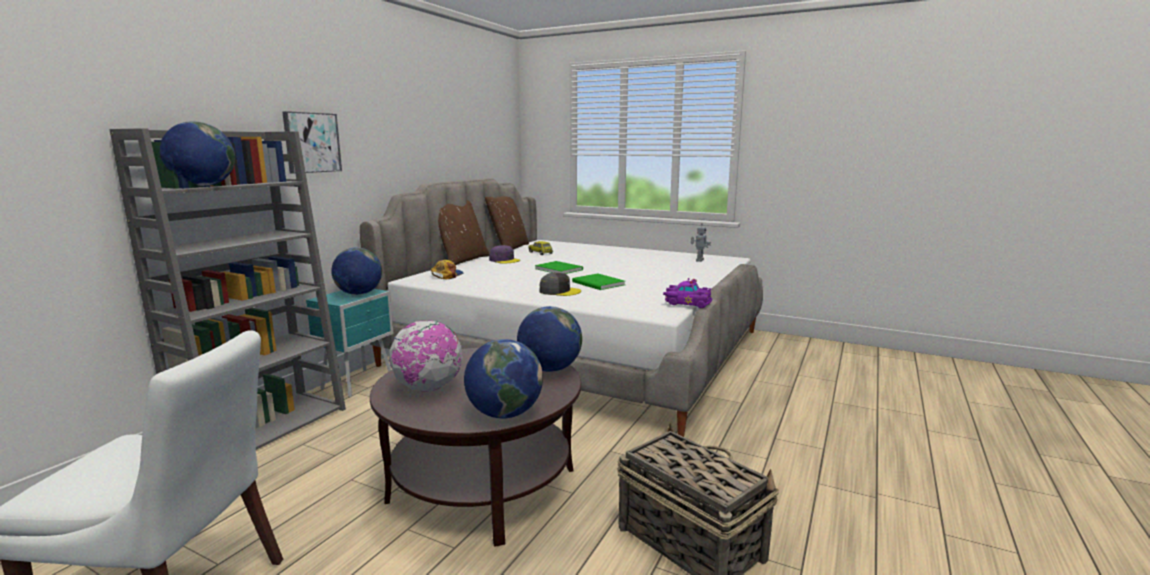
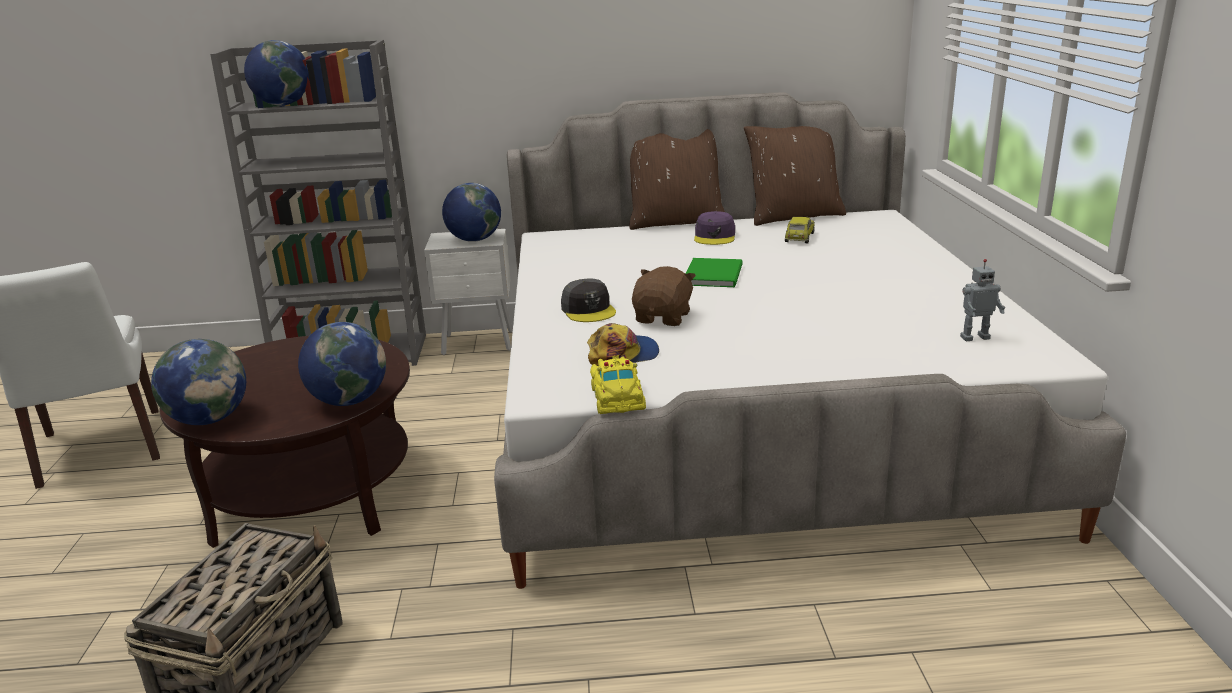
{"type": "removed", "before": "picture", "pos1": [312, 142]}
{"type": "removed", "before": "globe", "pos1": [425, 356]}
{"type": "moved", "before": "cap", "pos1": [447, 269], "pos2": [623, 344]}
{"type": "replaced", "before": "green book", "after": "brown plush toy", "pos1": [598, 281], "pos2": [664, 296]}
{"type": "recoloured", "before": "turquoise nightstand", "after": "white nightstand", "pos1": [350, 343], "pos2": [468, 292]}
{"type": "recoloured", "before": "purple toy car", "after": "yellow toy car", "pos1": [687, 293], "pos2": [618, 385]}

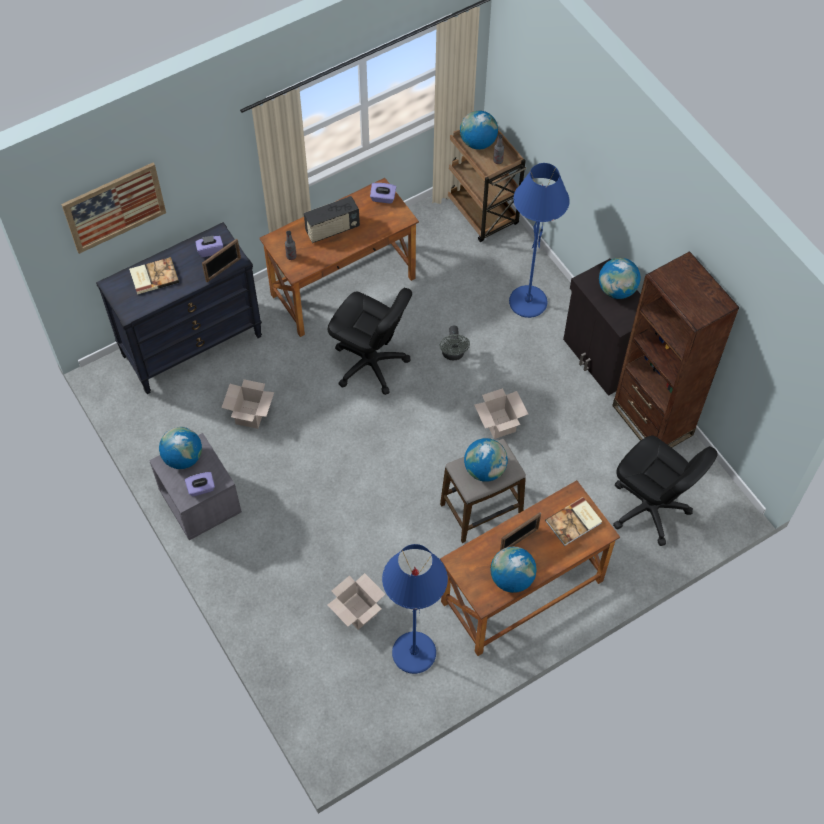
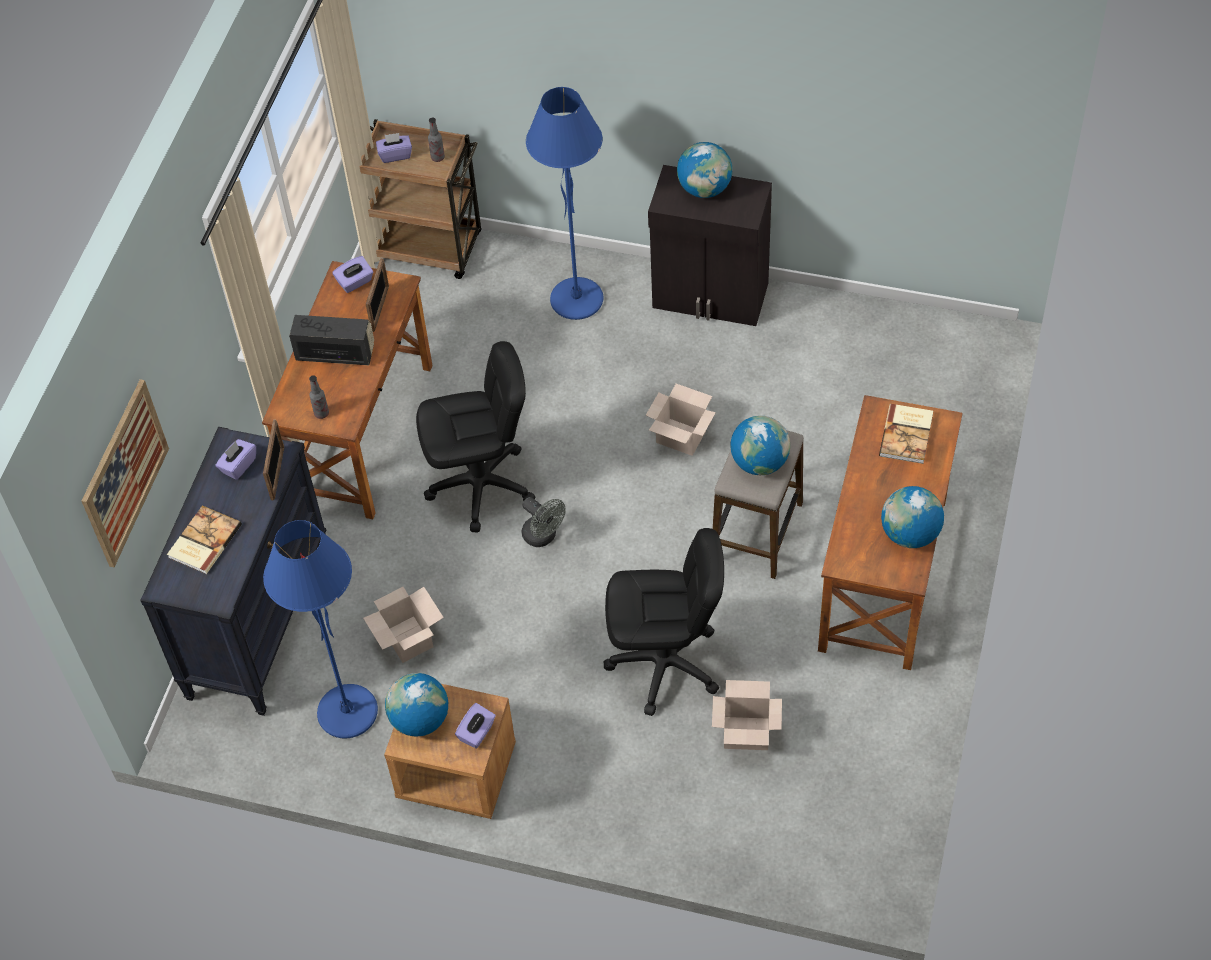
{"type": "removed", "before": "brown bookcase", "pos1": [675, 349]}
{"type": "moved", "before": "blue floor lamp", "pos1": [415, 609], "pos2": [320, 629]}
{"type": "moved", "before": "grey fan", "pos1": [454, 343], "pos2": [543, 522]}
{"type": "moved", "before": "picture frame", "pos1": [520, 531], "pos2": [377, 295]}
{"type": "moved", "before": "black office chair", "pos1": [665, 490], "pos2": [664, 622]}
{"type": "replaced", "before": "globe", "after": "purple tissue box", "pos1": [479, 130], "pos2": [394, 148]}
{"type": "recoloured", "before": "grey nightstand", "after": "brown nightstand", "pos1": [195, 486], "pos2": [450, 751]}
{"type": "turned", "before": "radio", "pos1": [332, 219], "pos2": [331, 340], "turn": -105}

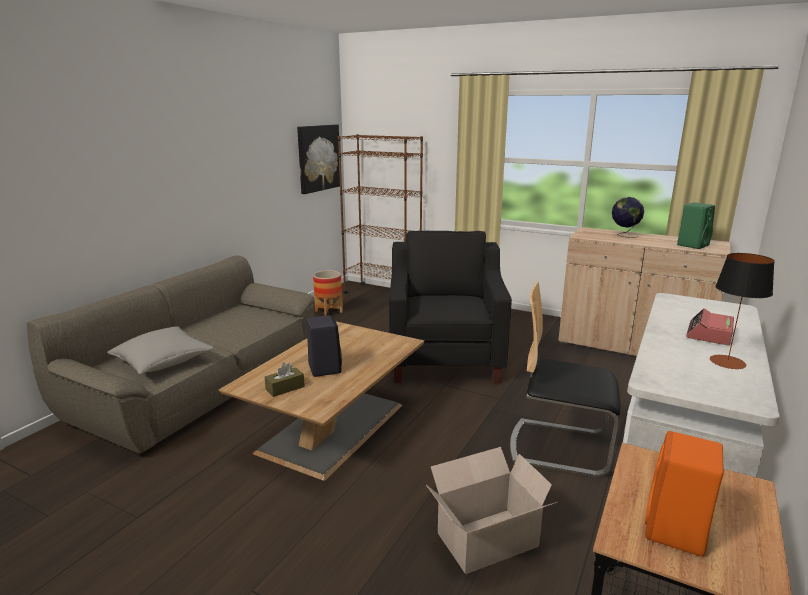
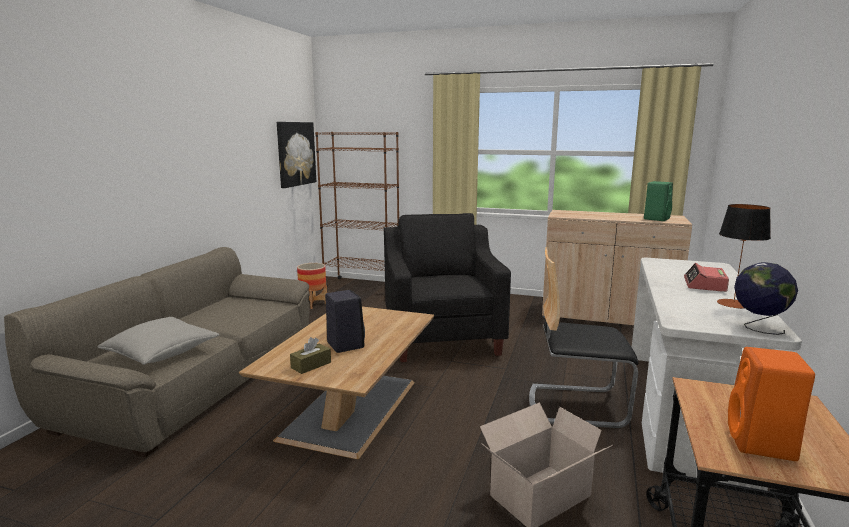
{"type": "moved", "before": "globe", "pos1": [628, 217], "pos2": [766, 298]}

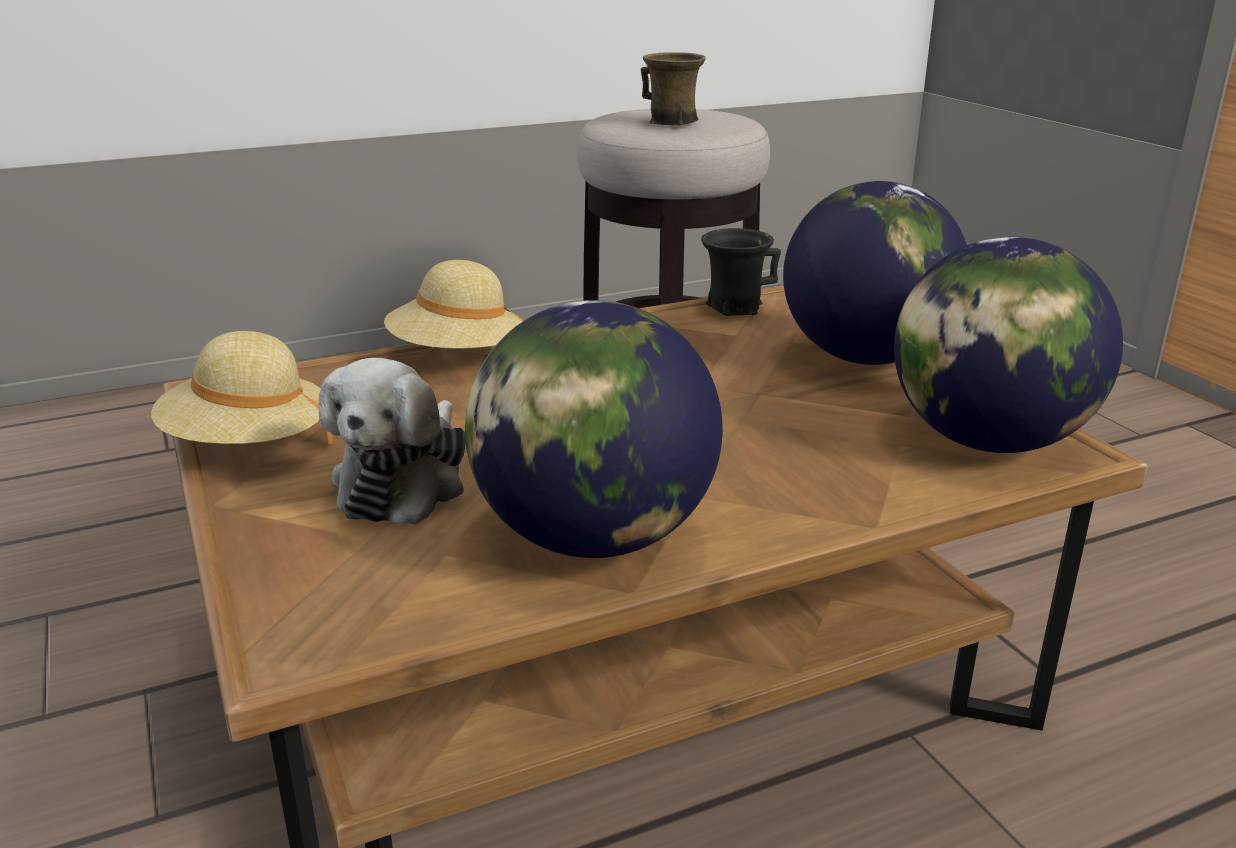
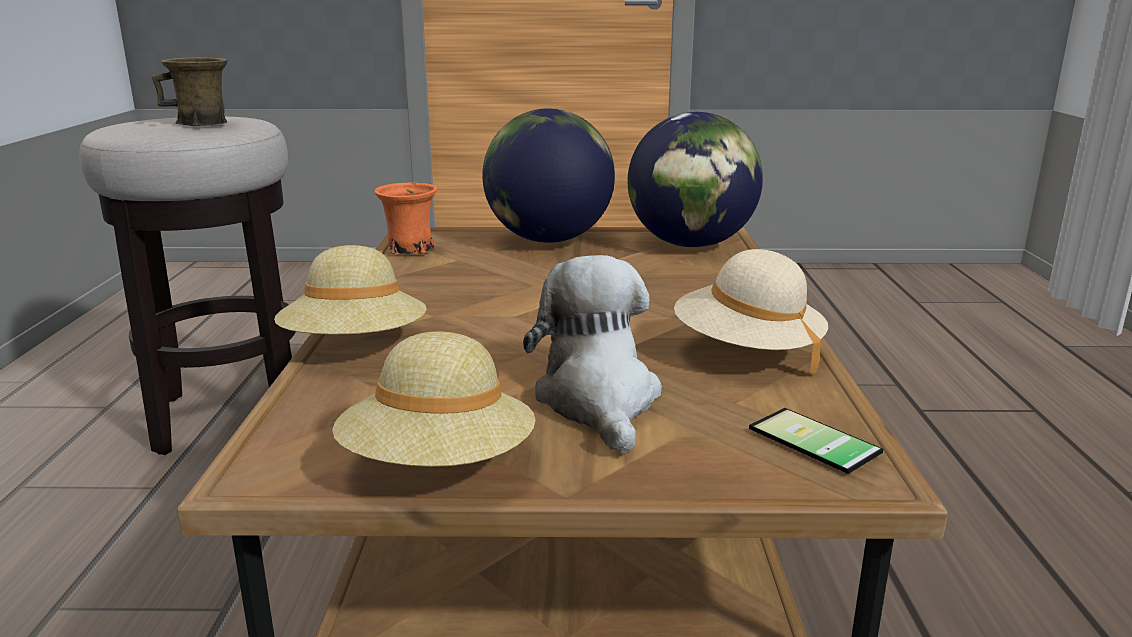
{"type": "added", "after": "phone", "pos2": [816, 441]}
{"type": "replaced", "before": "globe", "after": "beige hat", "pos1": [594, 429], "pos2": [751, 311]}
{"type": "recoloured", "before": "black mug", "after": "orange mug", "pos1": [741, 272], "pos2": [406, 218]}
{"type": "turned", "before": "plush toy", "pos1": [392, 441], "pos2": [592, 354], "turn": -135}

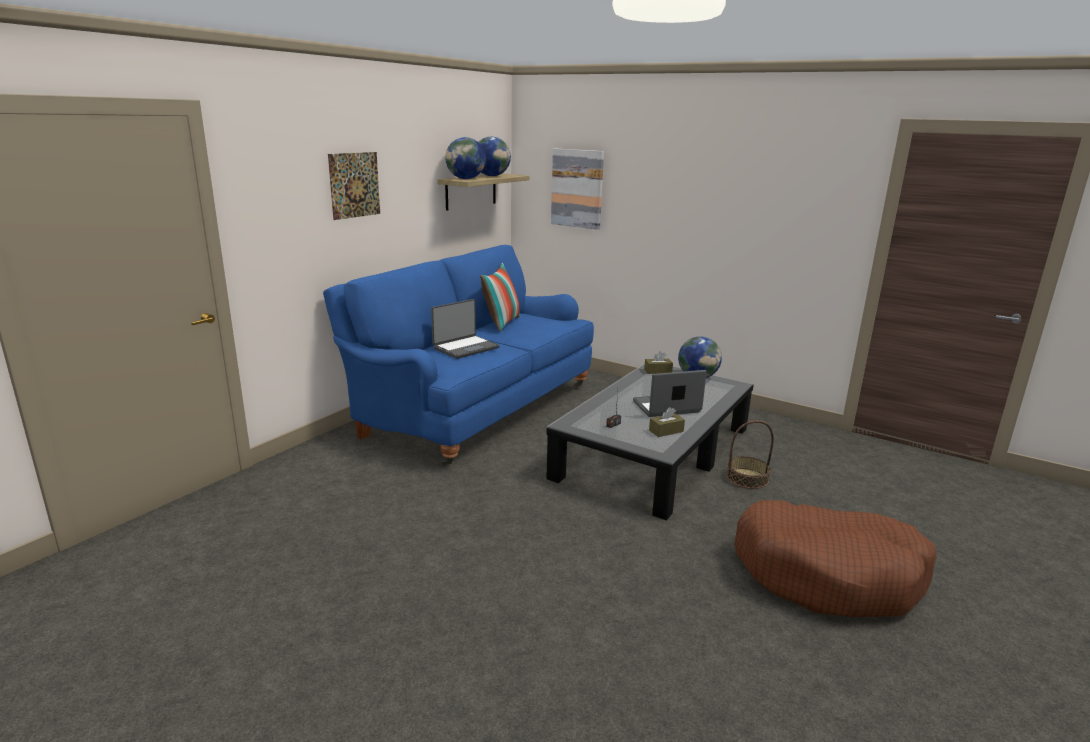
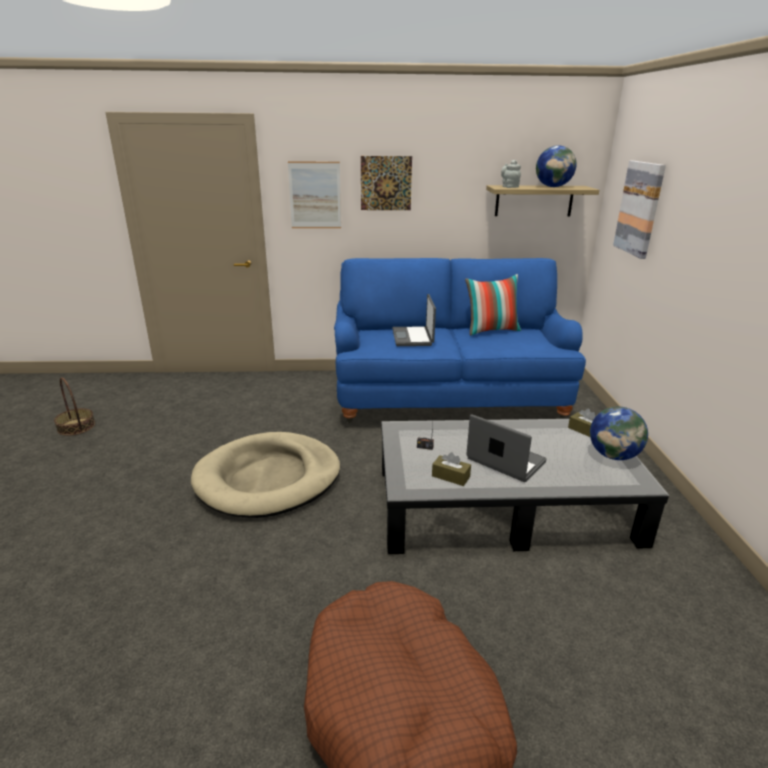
{"type": "added", "after": "beige dog bed", "pos2": [265, 475]}
{"type": "added", "after": "picture", "pos2": [314, 194]}
{"type": "moved", "before": "basket", "pos1": [750, 454], "pos2": [74, 407]}
{"type": "replaced", "before": "globe", "after": "grey teapot", "pos1": [465, 158], "pos2": [511, 174]}
{"type": "turned", "before": "laptop", "pos1": [465, 329], "pos2": [414, 320], "turn": 75}

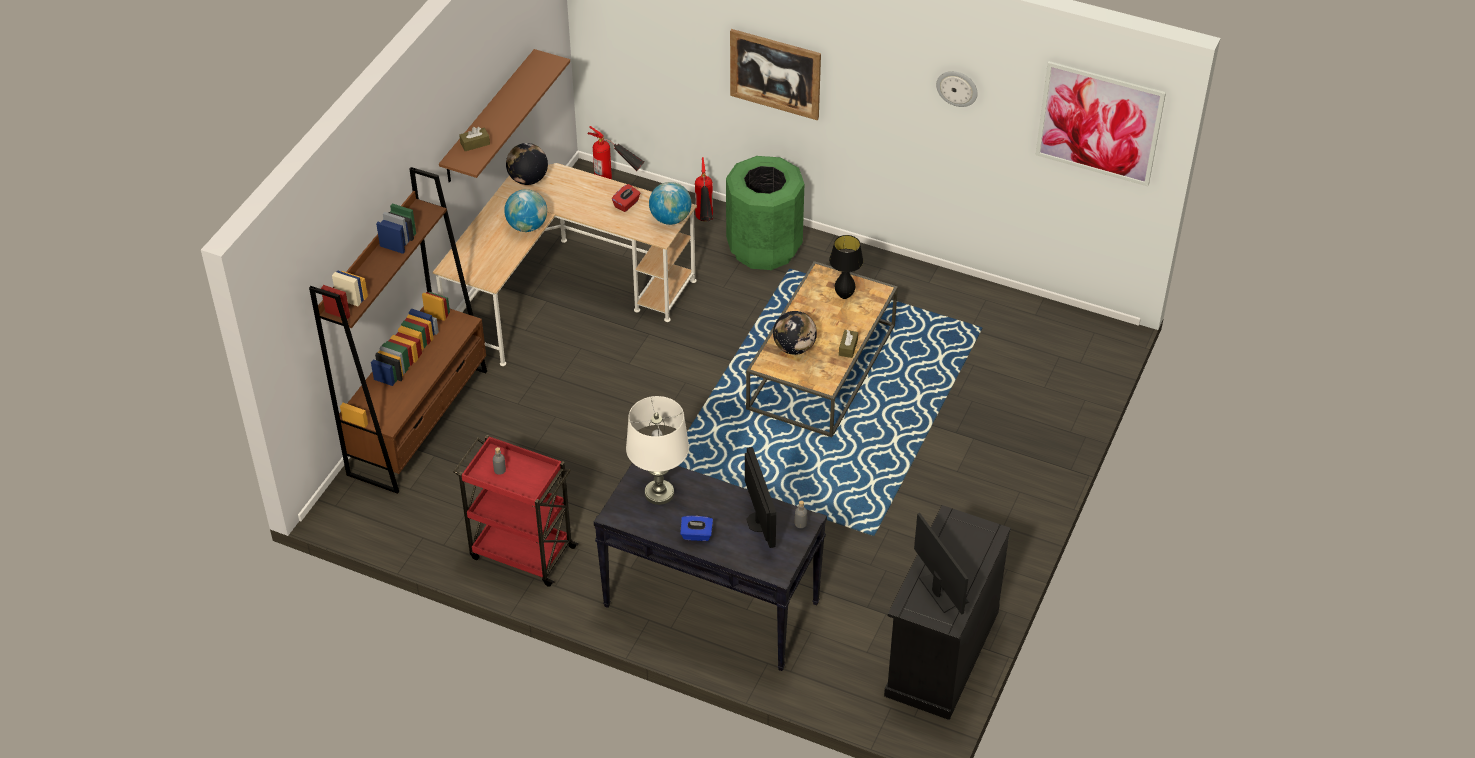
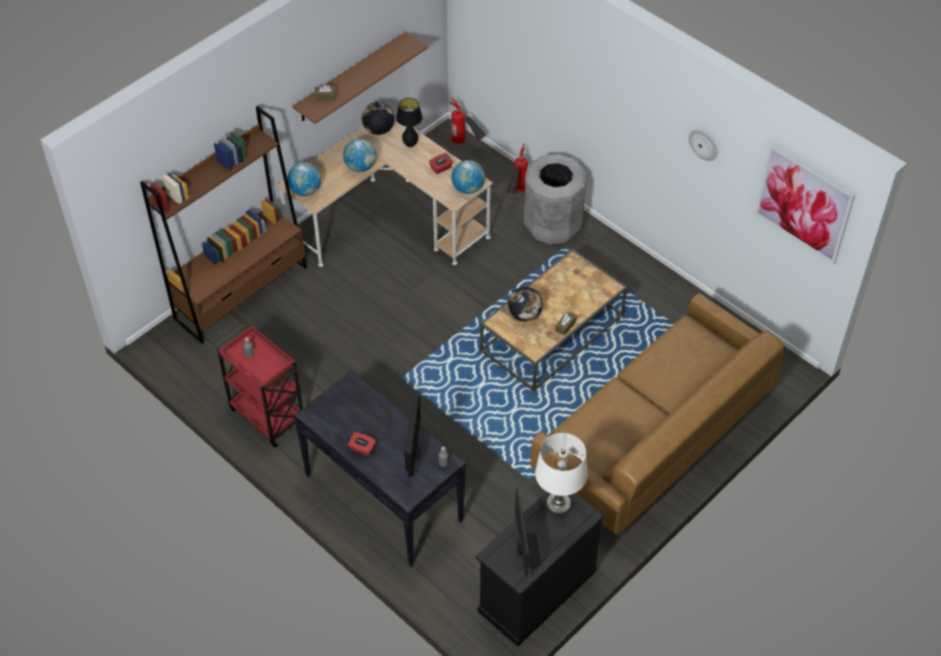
{"type": "removed", "before": "picture", "pos1": [775, 74]}
{"type": "added", "after": "globe", "pos2": [304, 179]}
{"type": "added", "after": "brown sofa", "pos2": [658, 414]}
{"type": "moved", "before": "white table lamp", "pos1": [657, 450], "pos2": [561, 474]}
{"type": "moved", "before": "black table lamp", "pos1": [846, 267], "pos2": [409, 122]}
{"type": "recoloured", "before": "blue tissue box", "after": "red tissue box", "pos1": [696, 528], "pos2": [362, 444]}
{"type": "recoloured", "before": "green trash can", "after": "grey trash can", "pos1": [765, 213], "pos2": [555, 199]}

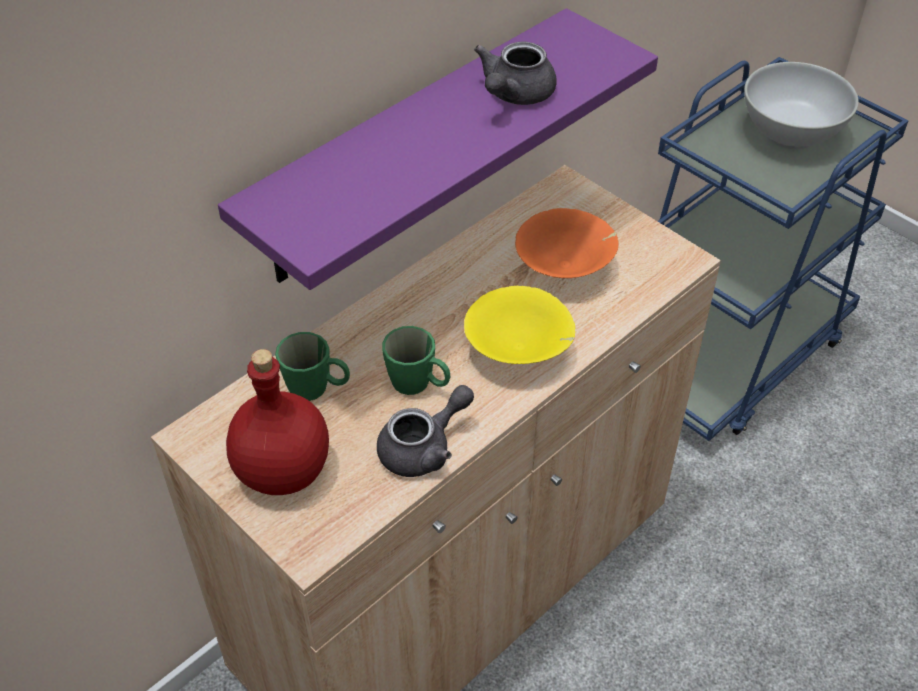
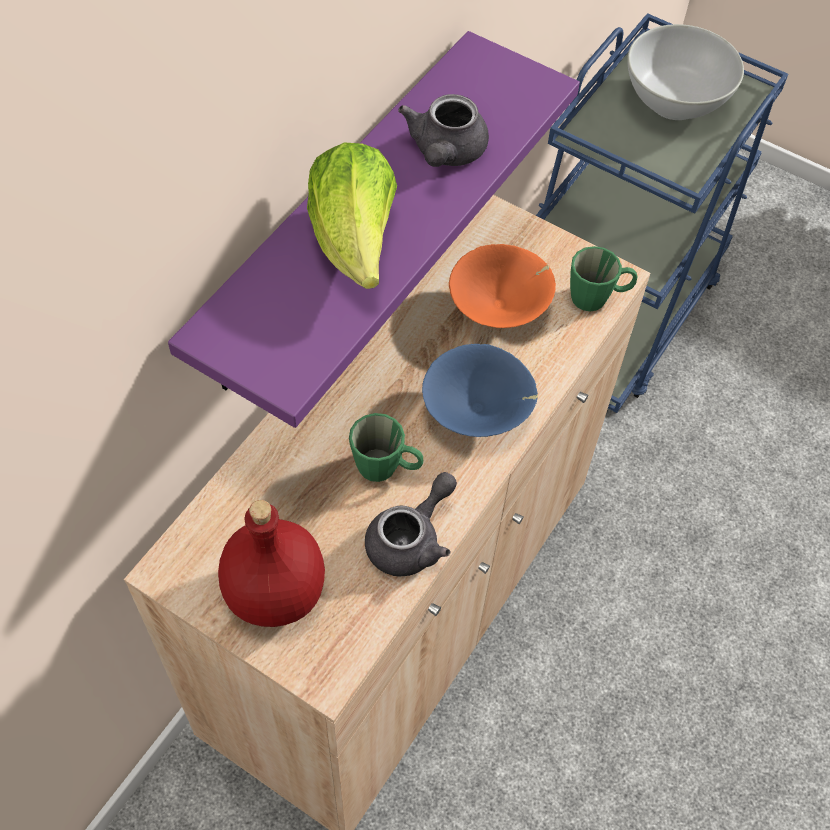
{"type": "added", "after": "lettuce", "pos2": [352, 215]}
{"type": "moved", "before": "green mug", "pos1": [312, 366], "pos2": [603, 278]}
{"type": "recoloured", "before": "yellow bowl", "after": "blue bowl", "pos1": [519, 325], "pos2": [480, 390]}

